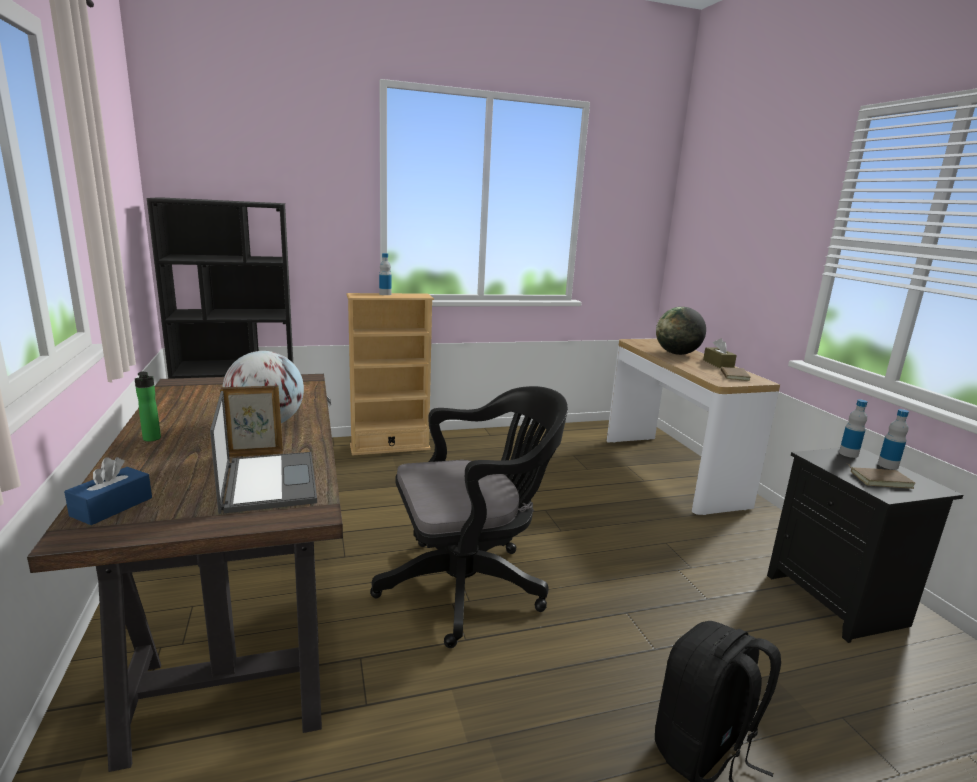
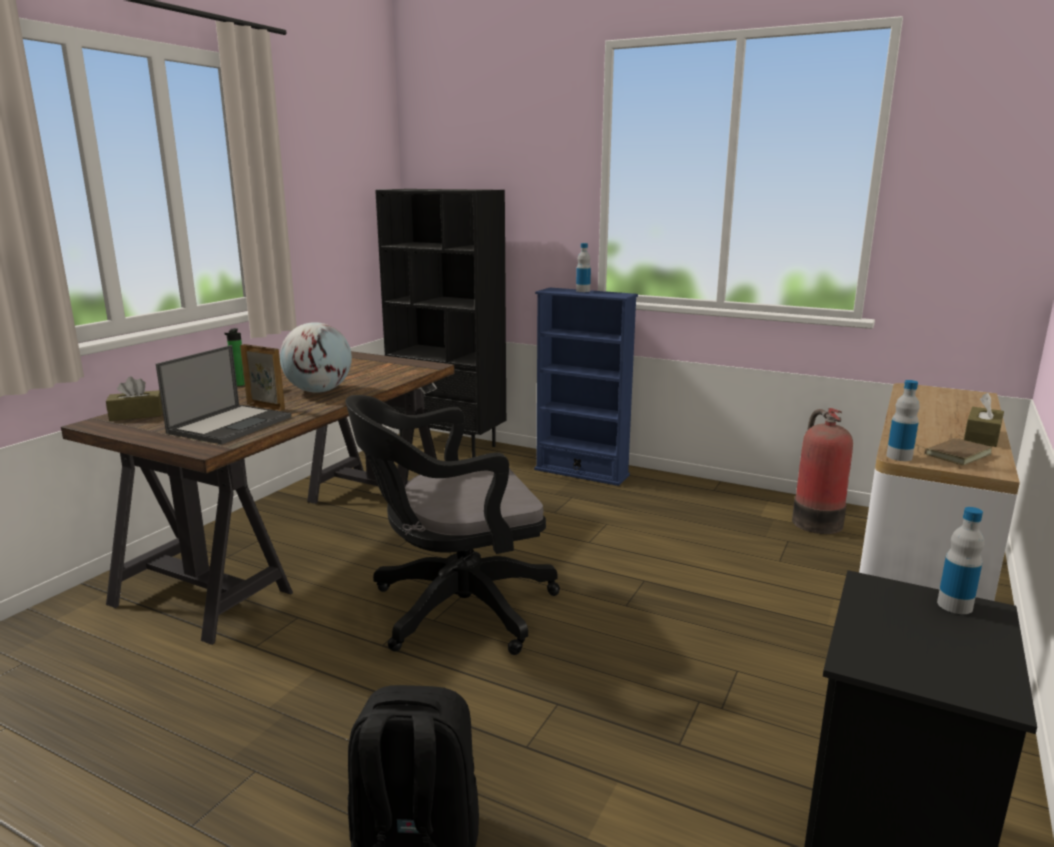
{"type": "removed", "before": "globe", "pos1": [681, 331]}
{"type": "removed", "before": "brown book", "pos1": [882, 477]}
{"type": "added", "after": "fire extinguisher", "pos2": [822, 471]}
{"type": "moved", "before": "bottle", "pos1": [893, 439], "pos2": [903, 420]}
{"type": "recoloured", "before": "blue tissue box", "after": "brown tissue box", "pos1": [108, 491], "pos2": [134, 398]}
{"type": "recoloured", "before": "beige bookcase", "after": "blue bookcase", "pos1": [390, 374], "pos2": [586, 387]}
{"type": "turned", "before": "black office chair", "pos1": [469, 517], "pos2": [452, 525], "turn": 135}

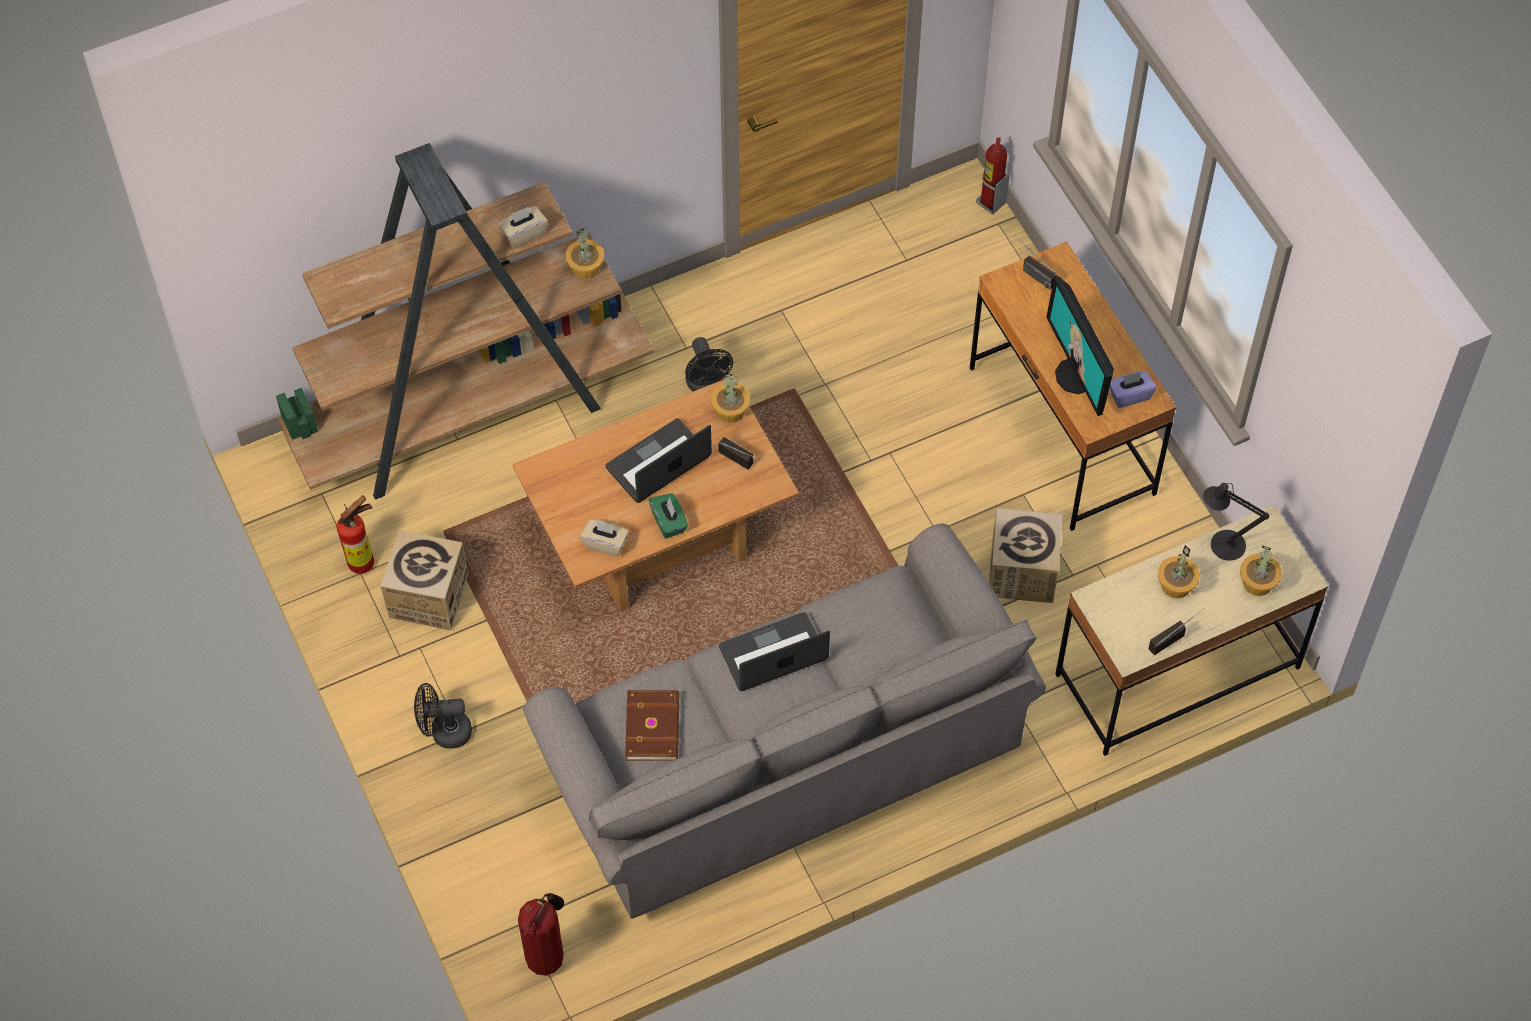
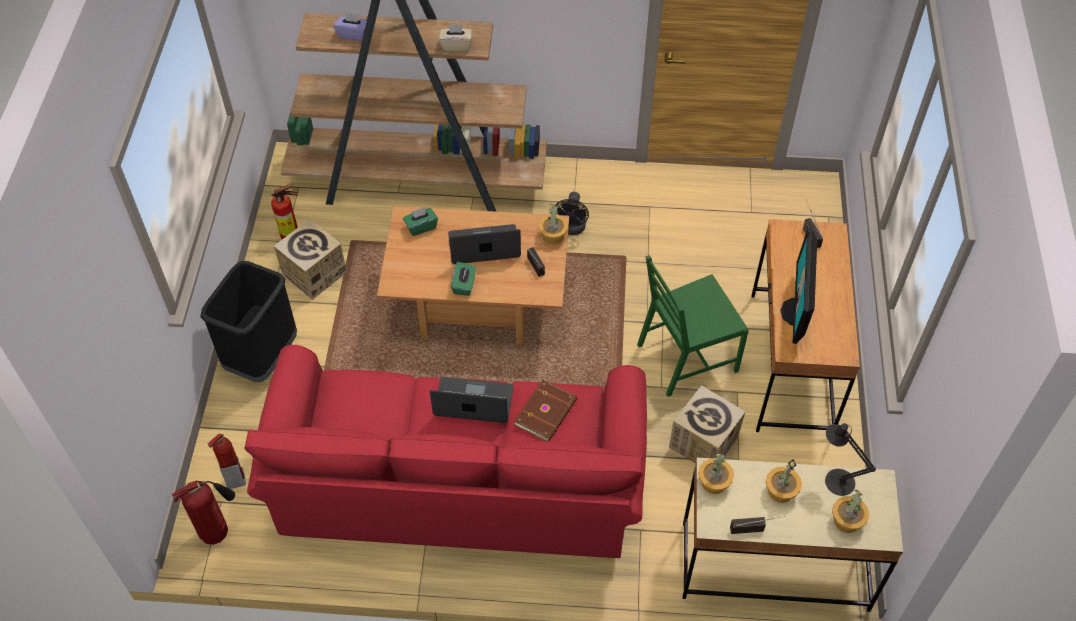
{"type": "removed", "before": "beige tissue box", "pos1": [604, 538]}
{"type": "added", "after": "green tissue box", "pos2": [420, 221]}
{"type": "added", "after": "green chair", "pos2": [693, 326]}
{"type": "moved", "before": "potted plant", "pos1": [585, 254], "pos2": [716, 473]}
{"type": "moved", "before": "brown book", "pos1": [652, 725], "pos2": [545, 411]}
{"type": "moved", "before": "fire extinguisher", "pos1": [993, 175], "pos2": [226, 461]}
{"type": "moved", "before": "purple tissue box", "pos1": [1133, 389], "pos2": [350, 26]}
{"type": "replaced", "before": "black fan", "after": "black trash can", "pos1": [443, 716], "pos2": [248, 321]}
{"type": "recoloured", "before": "grey sofa", "after": "red sofa", "pos1": [784, 721], "pos2": [445, 451]}

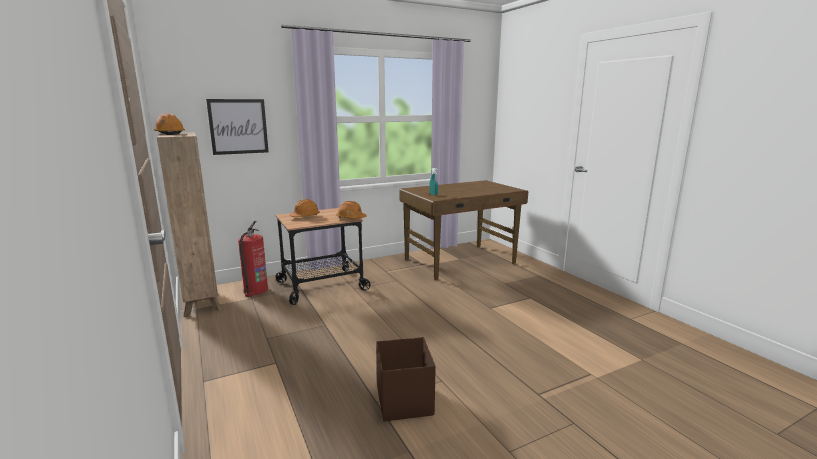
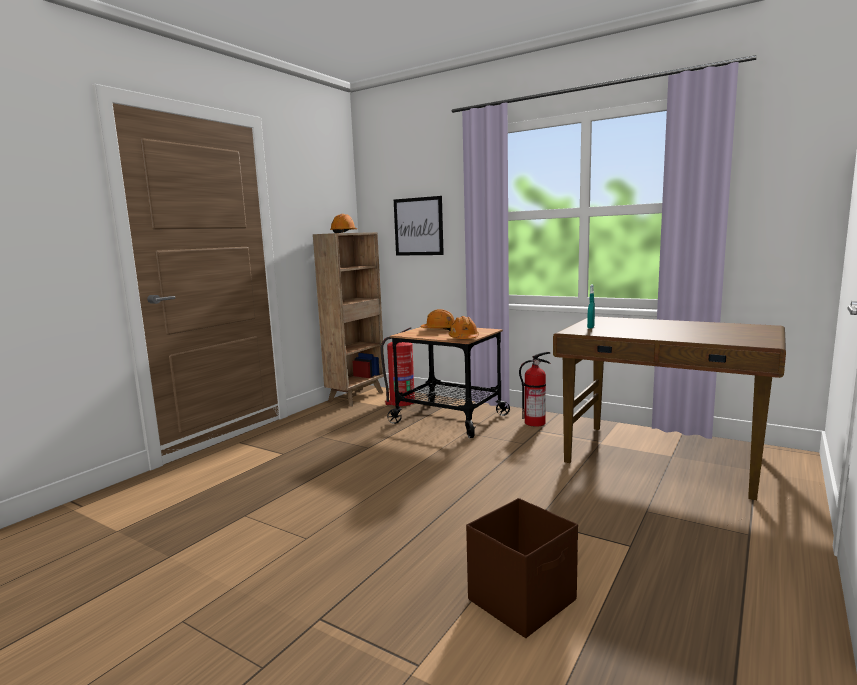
{"type": "added", "after": "fire extinguisher", "pos2": [535, 389]}
{"type": "moved", "before": "brown storage box", "pos1": [406, 379], "pos2": [522, 568]}

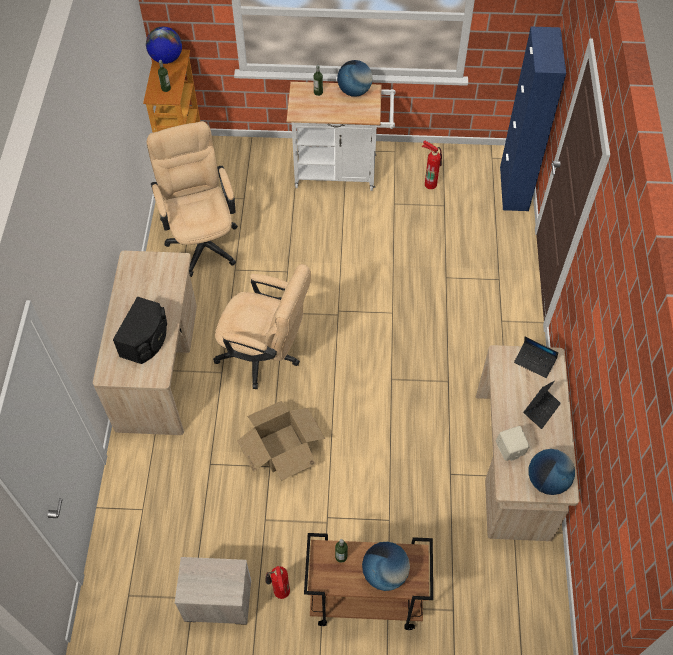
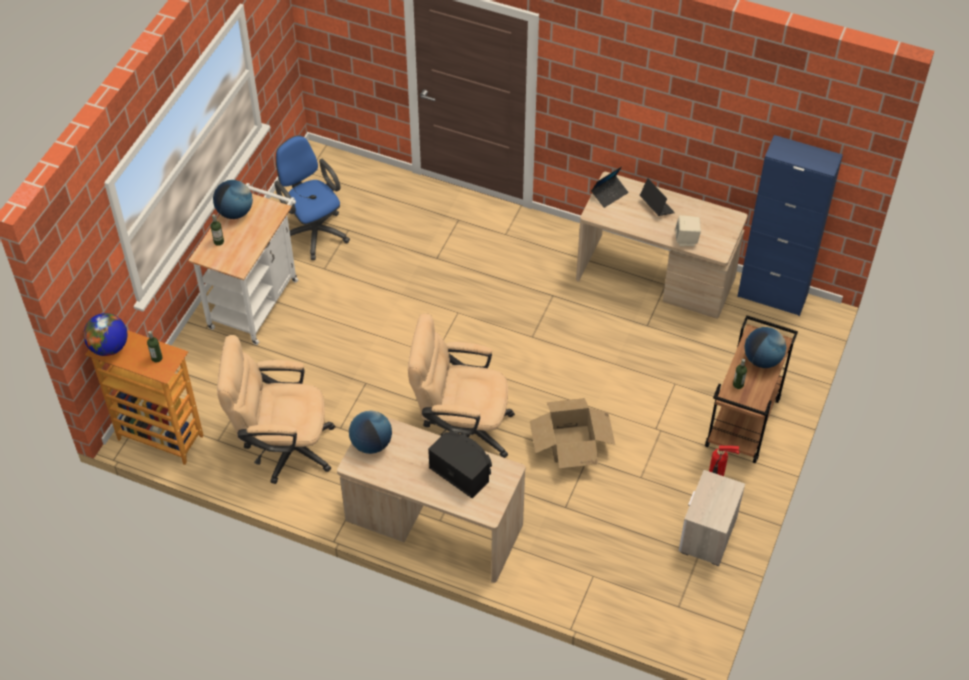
{"type": "moved", "before": "blue cabinet", "pos1": [533, 119], "pos2": [790, 225]}
{"type": "moved", "before": "globe", "pos1": [551, 472], "pos2": [370, 432]}
{"type": "replaced", "before": "fire extinguisher", "after": "blue office chair", "pos1": [432, 165], "pos2": [312, 197]}
{"type": "turned", "before": "beige office chair", "pos1": [262, 326], "pos2": [461, 385], "turn": -120}

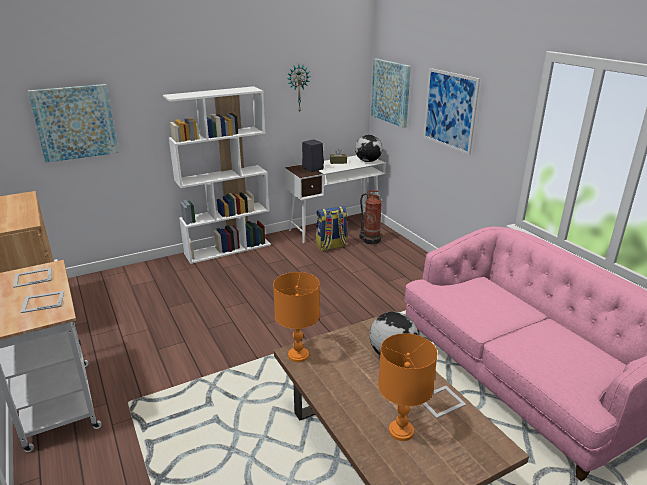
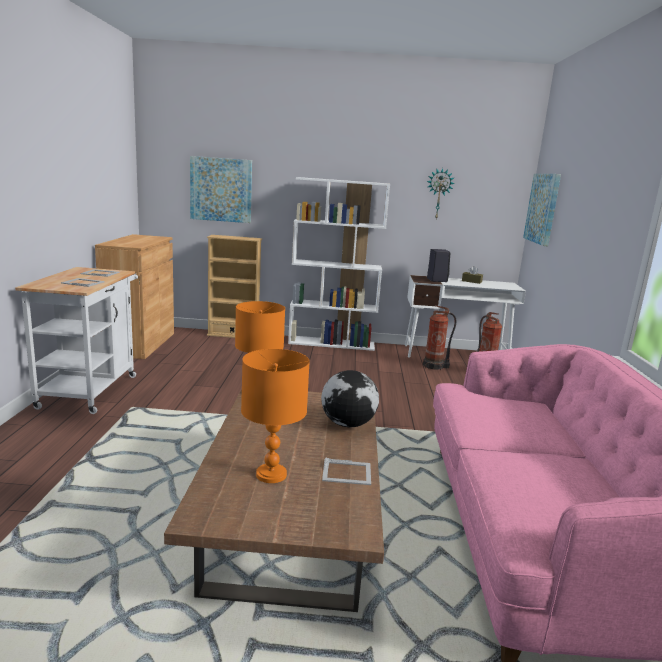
{"type": "removed", "before": "globe", "pos1": [369, 148]}
{"type": "removed", "before": "picture", "pos1": [451, 111]}
{"type": "added", "after": "beige bookcase", "pos2": [234, 286]}
{"type": "replaced", "before": "backpack", "after": "fire extinguisher", "pos1": [331, 228], "pos2": [439, 337]}

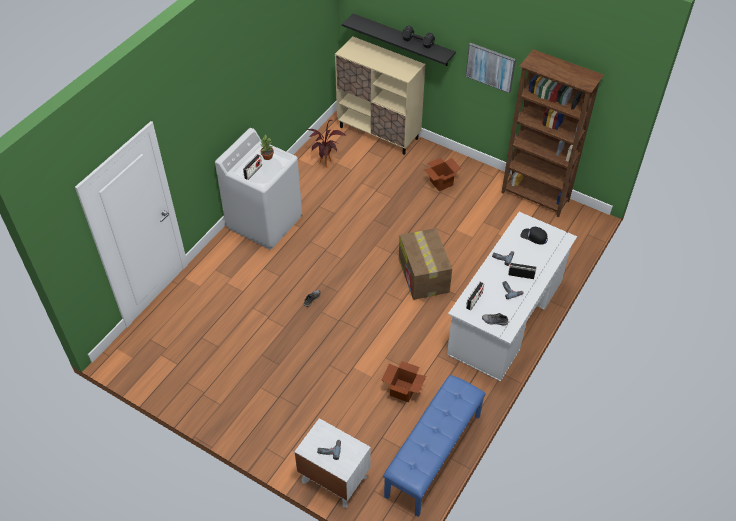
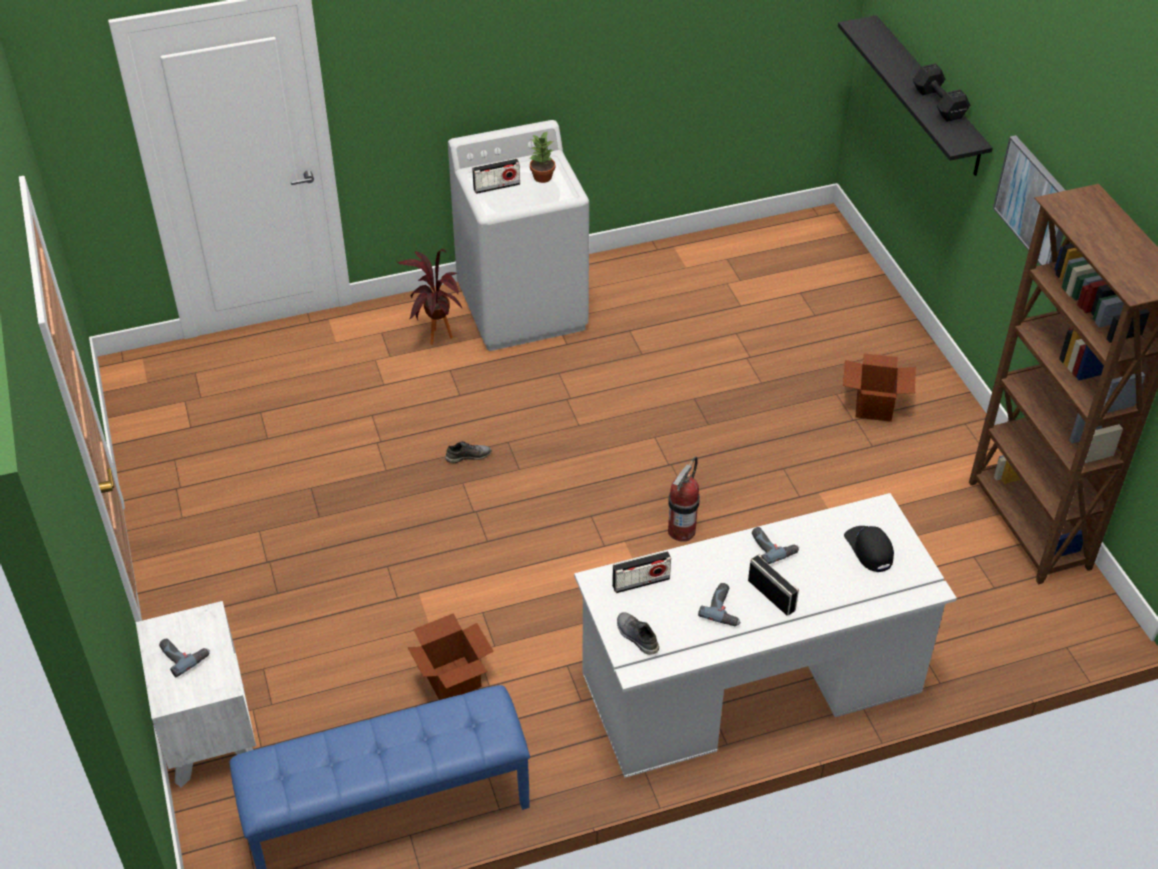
{"type": "removed", "before": "beige cabinet", "pos1": [380, 96]}
{"type": "moved", "before": "potted plant", "pos1": [326, 144], "pos2": [429, 297]}
{"type": "replaced", "before": "cardboard box", "after": "fire extinguisher", "pos1": [425, 264], "pos2": [684, 499]}

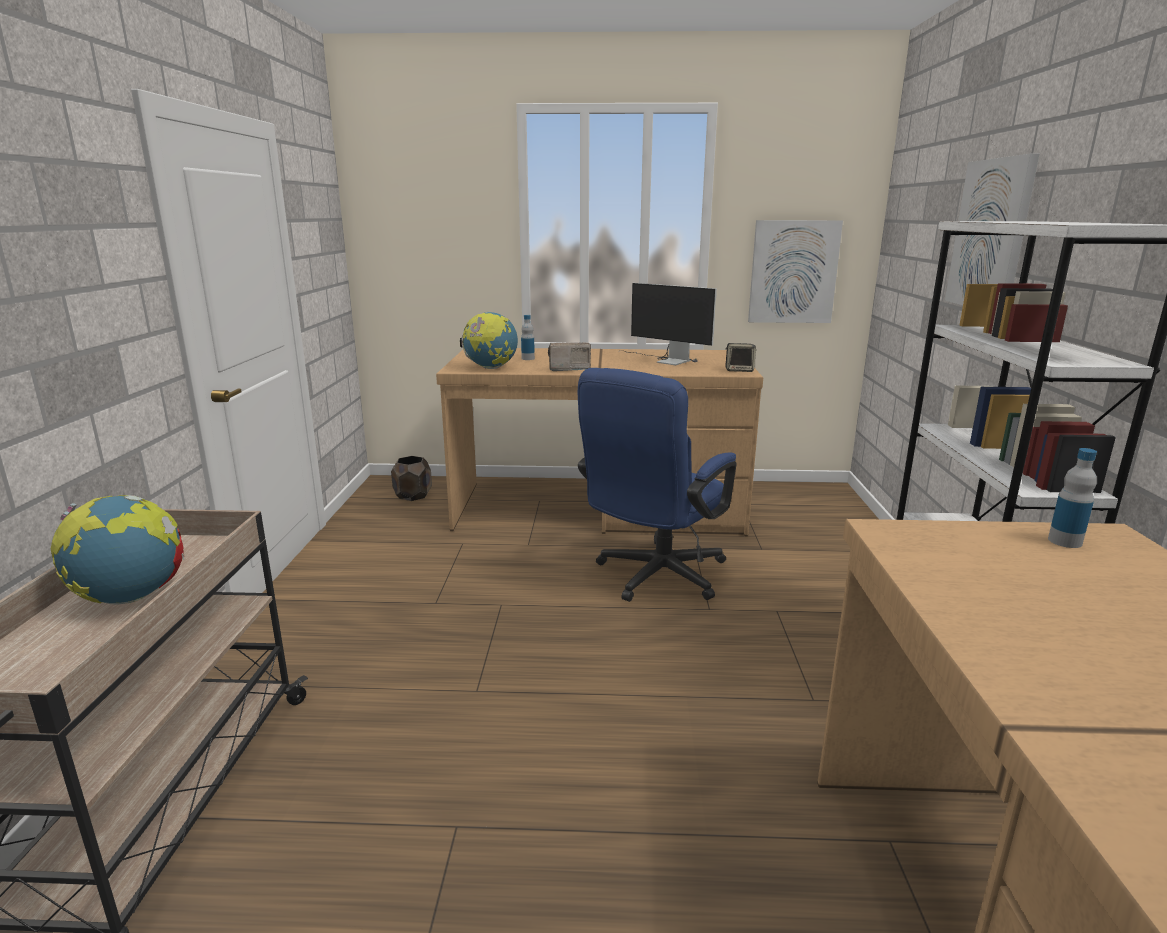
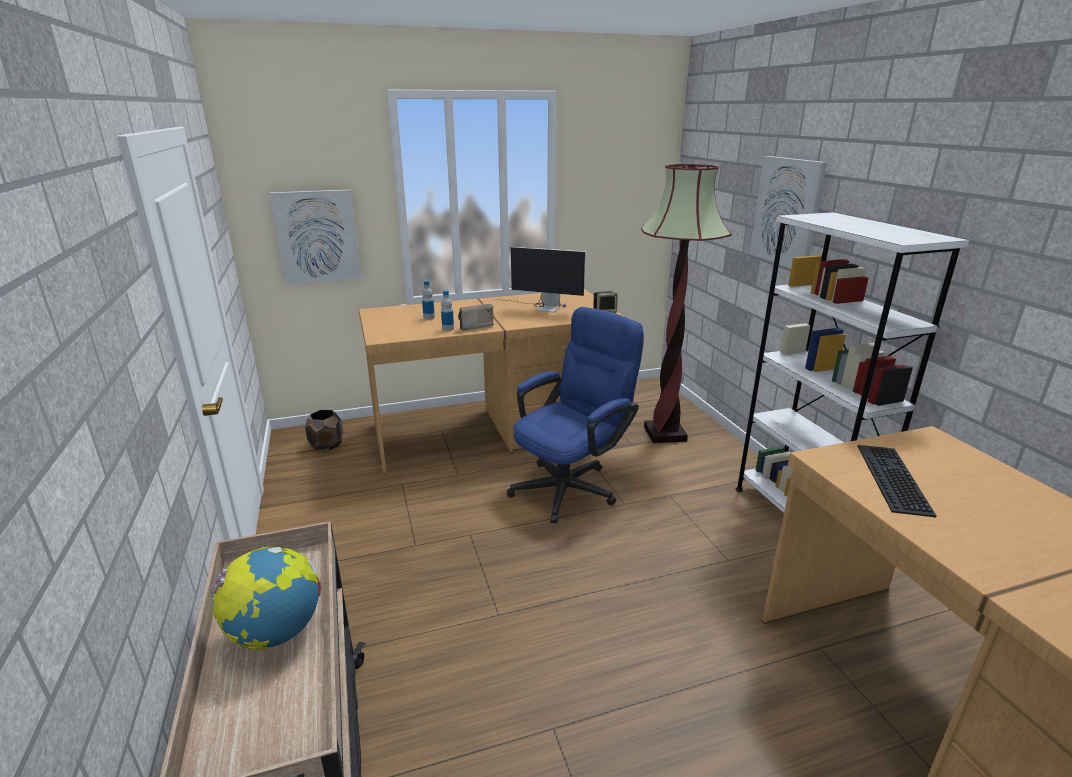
{"type": "removed", "before": "globe", "pos1": [489, 340]}
{"type": "added", "after": "floor lamp", "pos2": [686, 303]}
{"type": "added", "after": "keyboard", "pos2": [897, 481]}
{"type": "moved", "before": "picture", "pos1": [795, 271], "pos2": [316, 237]}
{"type": "moved", "before": "bottle", "pos1": [1072, 498], "pos2": [447, 310]}
{"type": "turned", "before": "blue office chair", "pos1": [657, 485], "pos2": [575, 415], "turn": -150}

